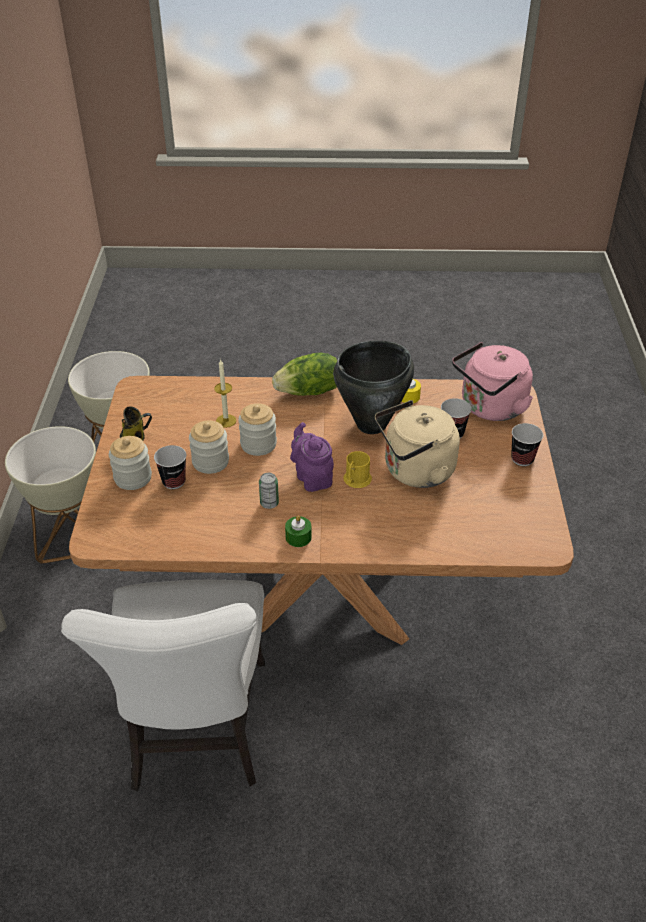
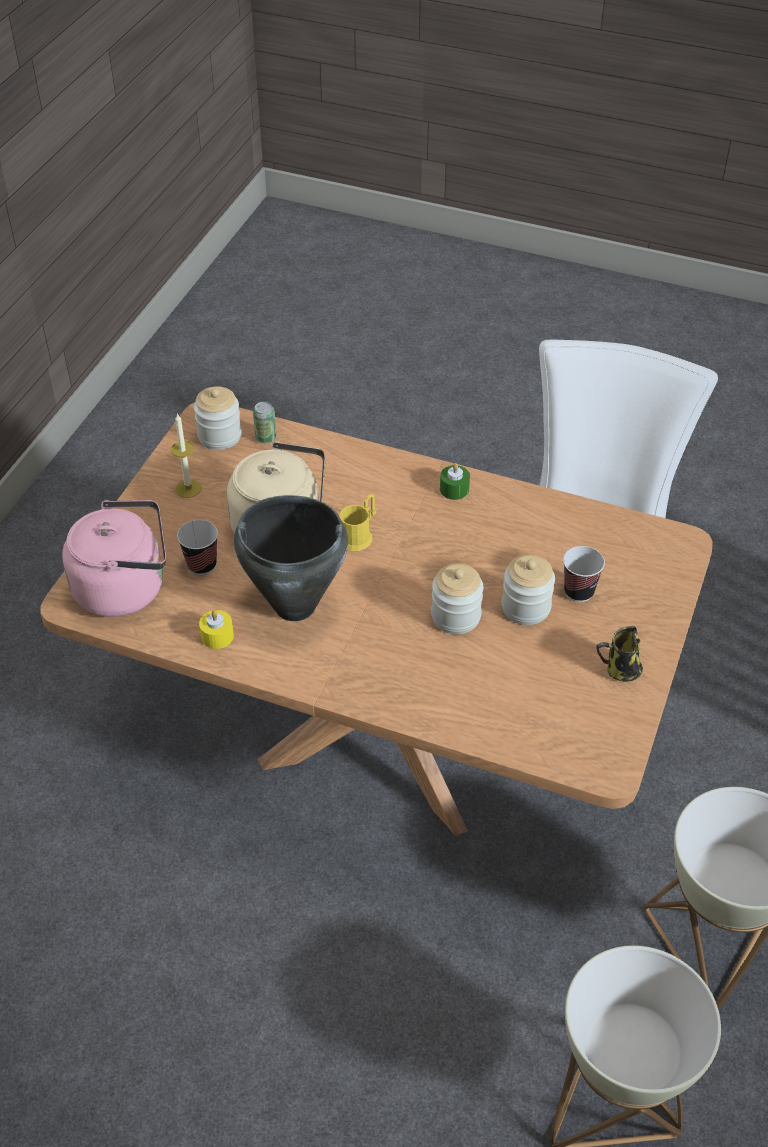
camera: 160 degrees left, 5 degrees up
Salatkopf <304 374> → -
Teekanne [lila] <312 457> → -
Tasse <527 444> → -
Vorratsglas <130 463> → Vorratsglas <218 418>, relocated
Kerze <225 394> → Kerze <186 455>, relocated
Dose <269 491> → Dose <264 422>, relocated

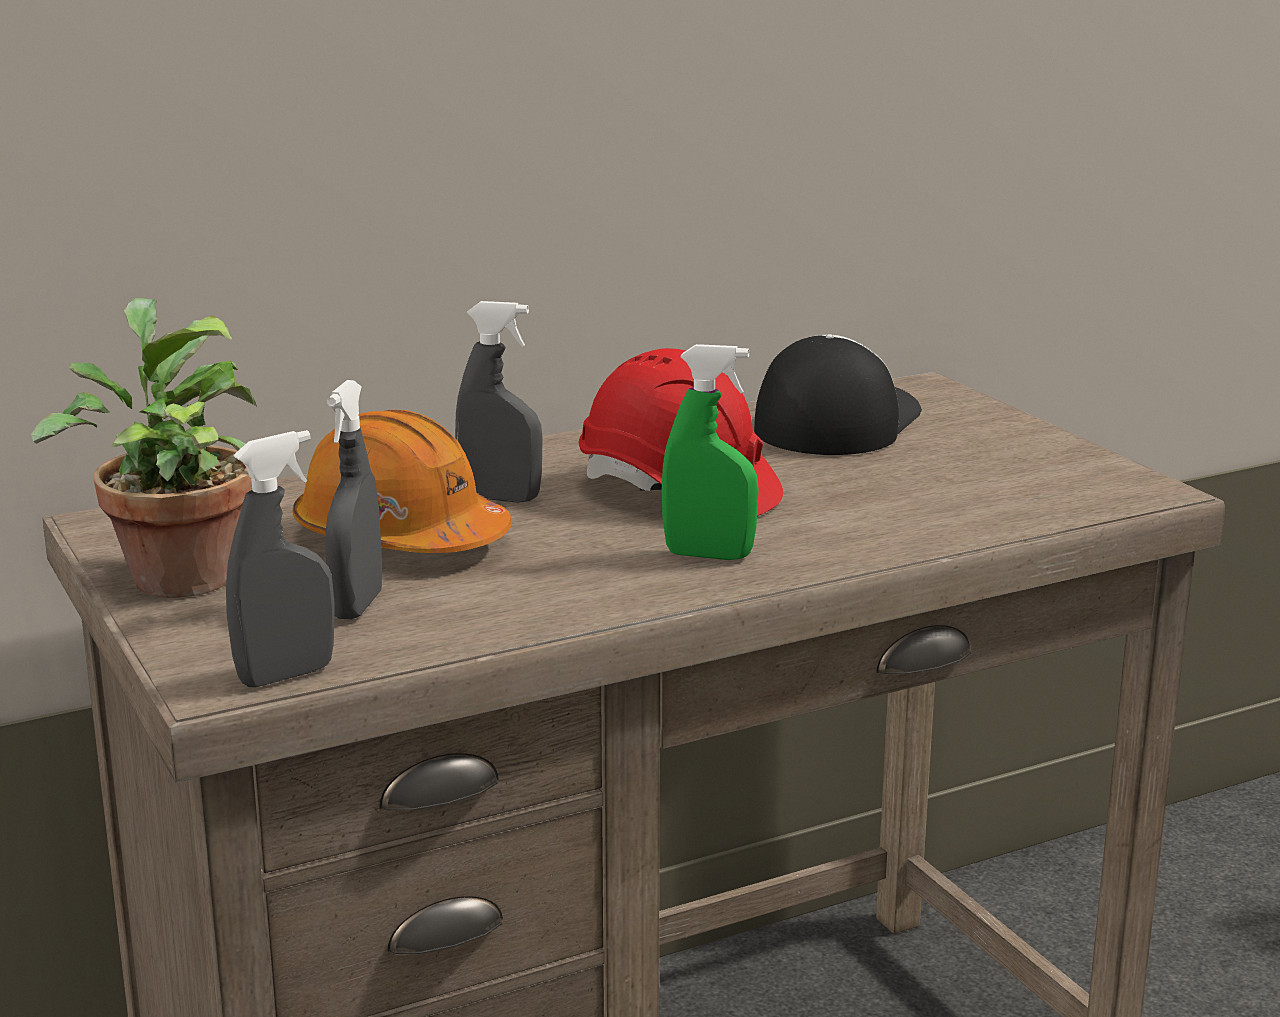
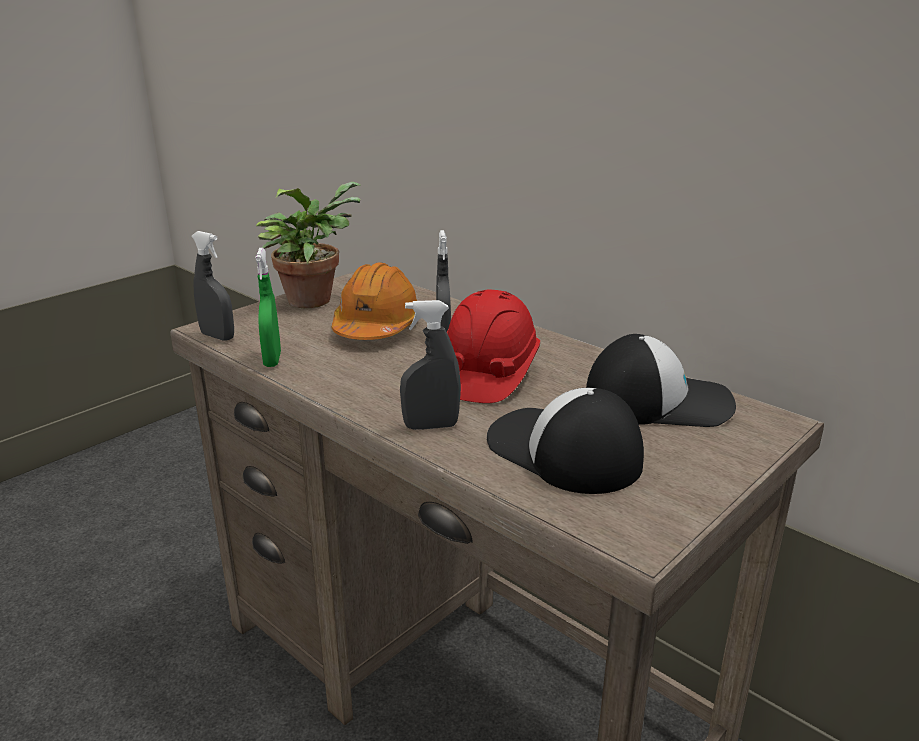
camera: 70 degrees right, 5 degrees up
- → Kappe <565 441>
Sprühflasche [grau] <353 500> → Sprühflasche [grau] <430 365>, relocated
Sprühflasche [grün] <710 452> → Sprühflasche [grün] <268 307>, relocated

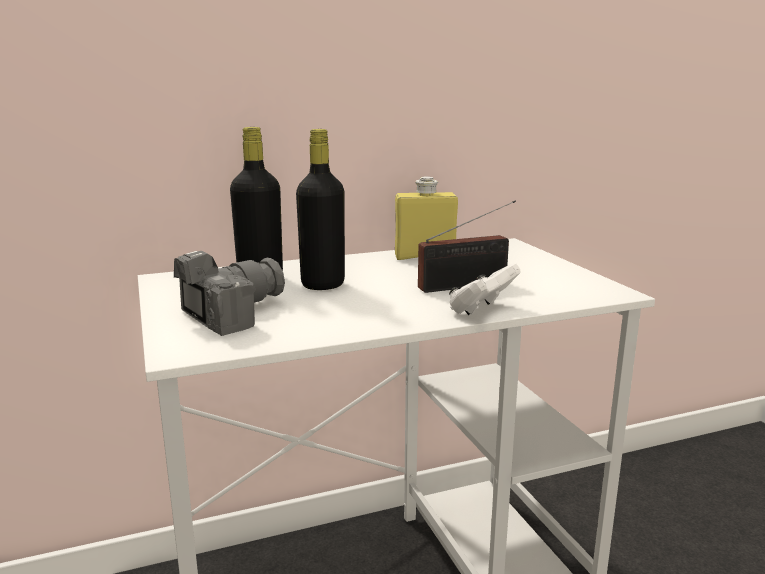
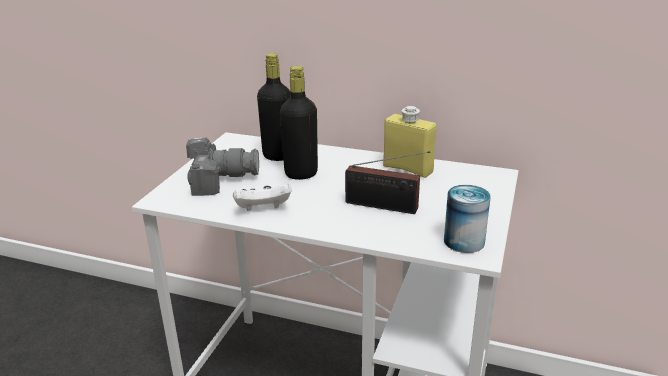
camera: 40 degrees right, 10 degrees up
- → Dose <467 219>
Gamepad [weiß] <485 289> → Gamepad [weiß] <262 197>, relocated

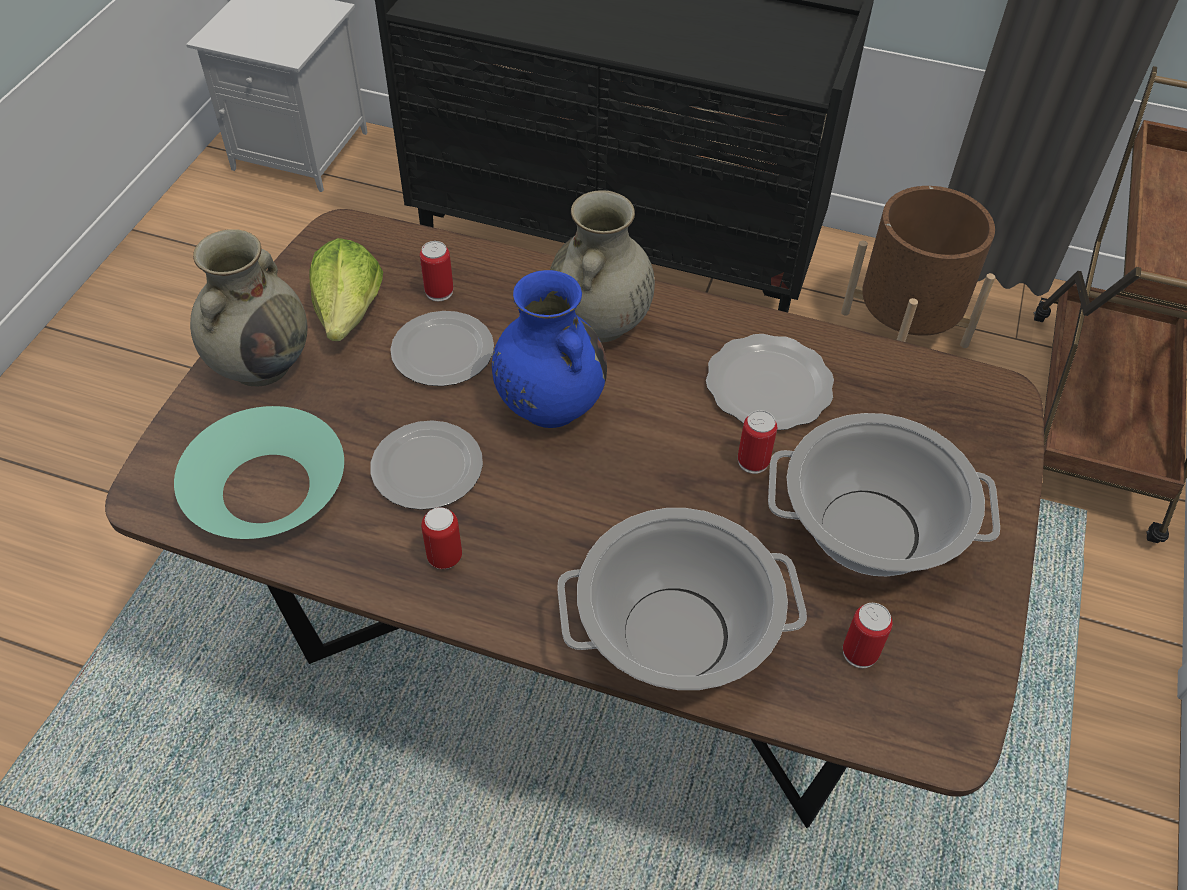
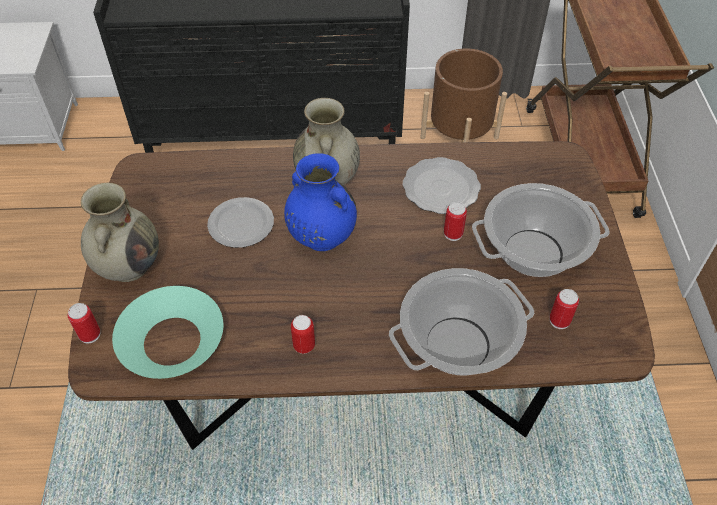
camera: 20 degrees left, 0 degrees up
Salatkopf <346 289> → -
Teller <426 465> → -
Dose <436 271> → Dose <84 323>, relocated

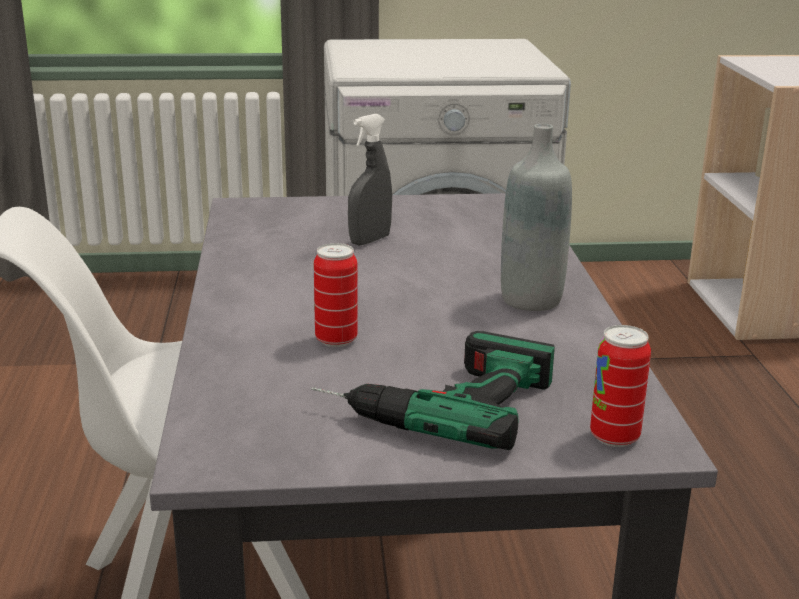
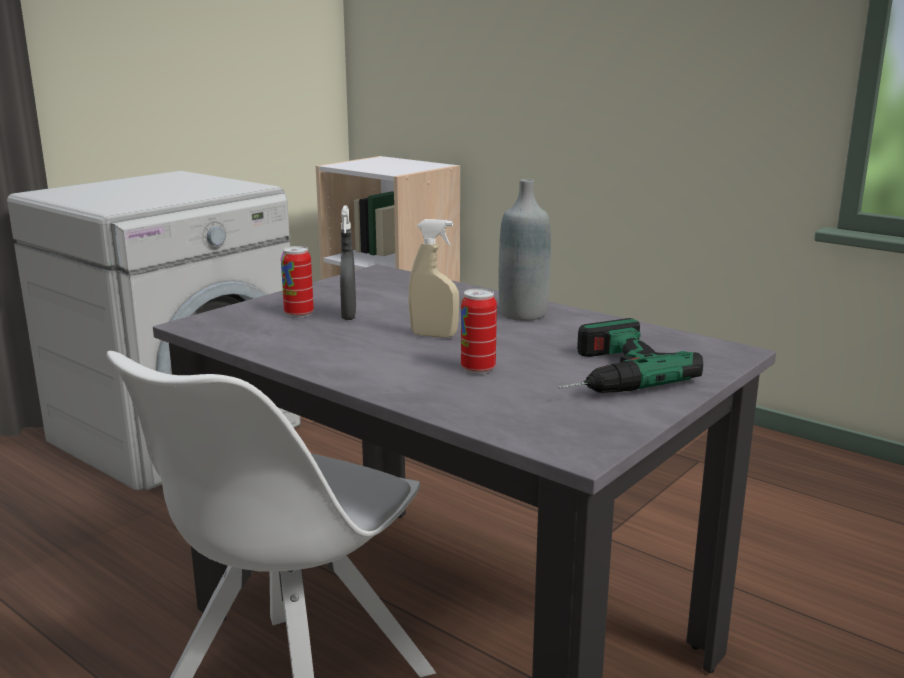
camera: 45 degrees left, 5 degrees down
- → Sprühflasche [beige] <433 278>
Dose <620 386> → Dose <297 282>, relocated

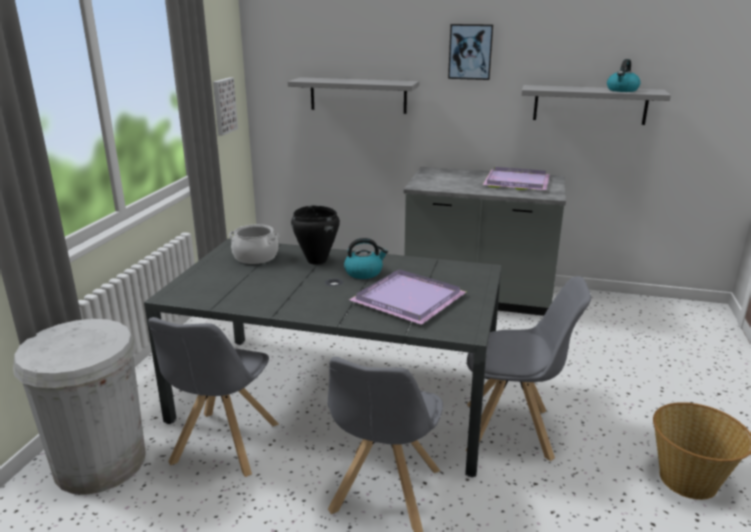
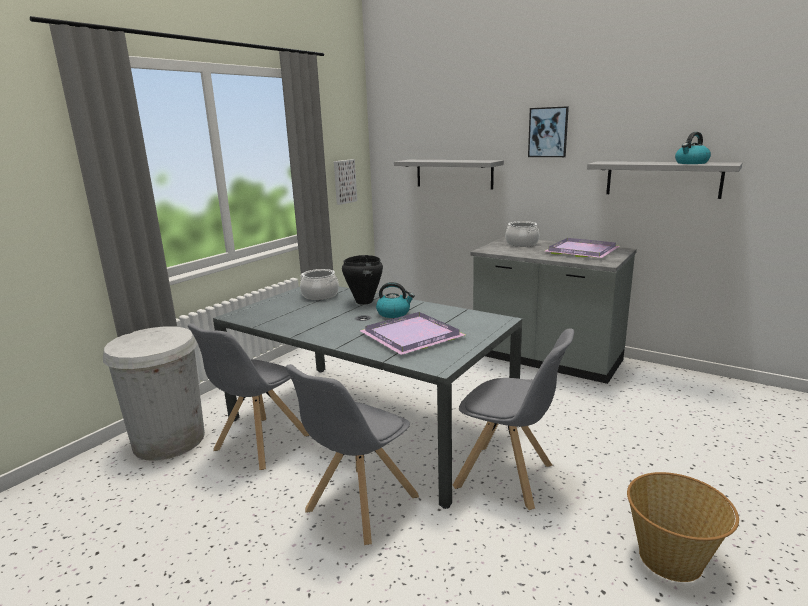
camera: 20 degrees right, 5 degrees down
- → Kochtopf <522 234>

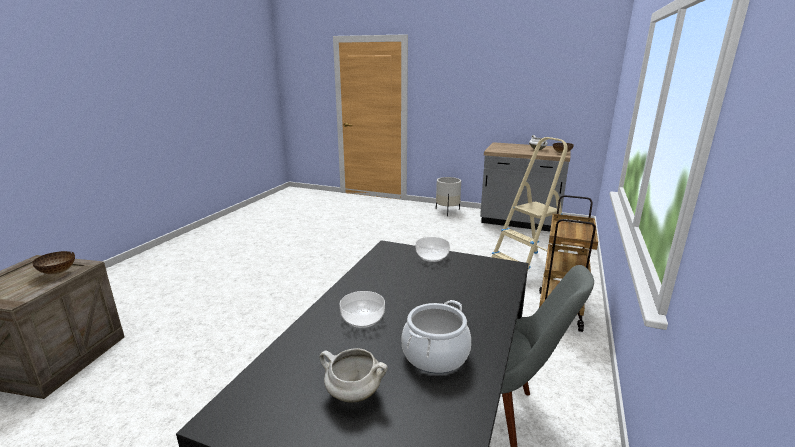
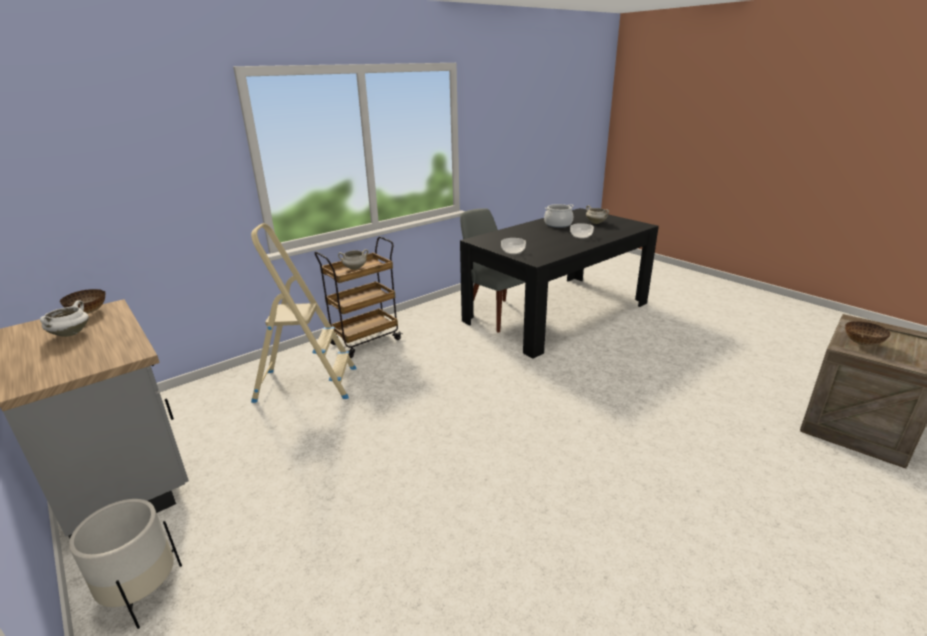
camera: 150 degrees left, 5 degrees up
- → Kochtopf [weiß] <353 259>

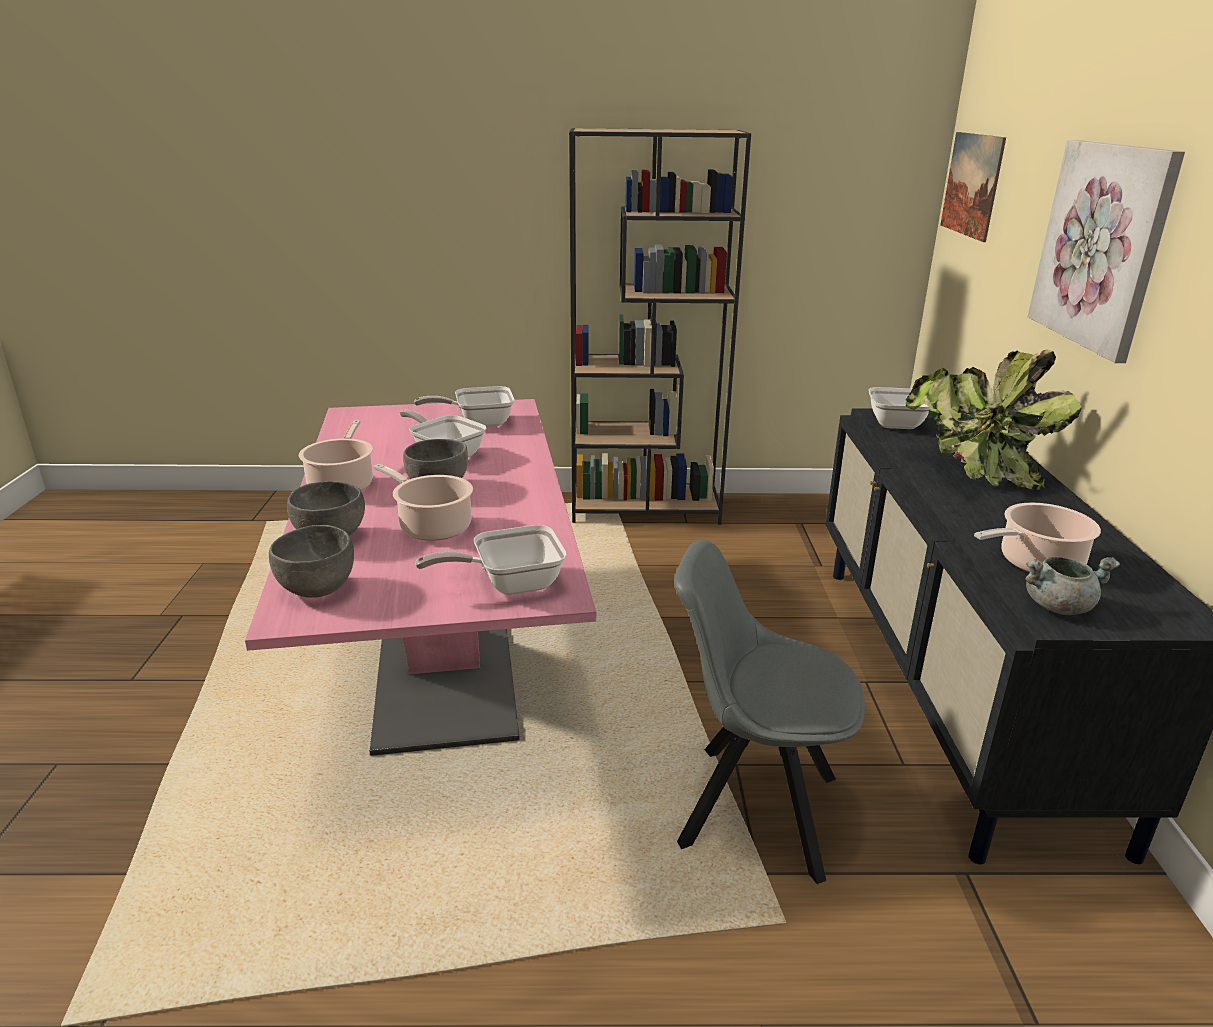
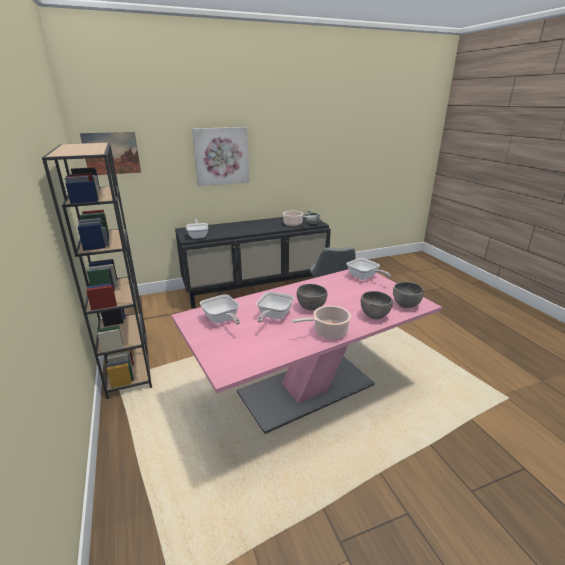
camera: 110 degrees left, 0 degrees up
Kochtopf <423 502> → -
Topfpflanze <994 420> → -

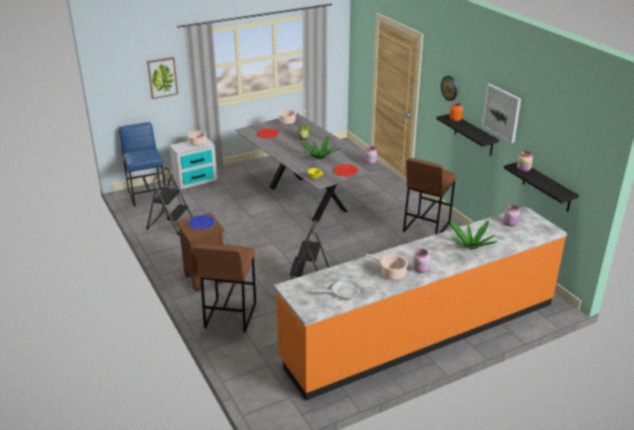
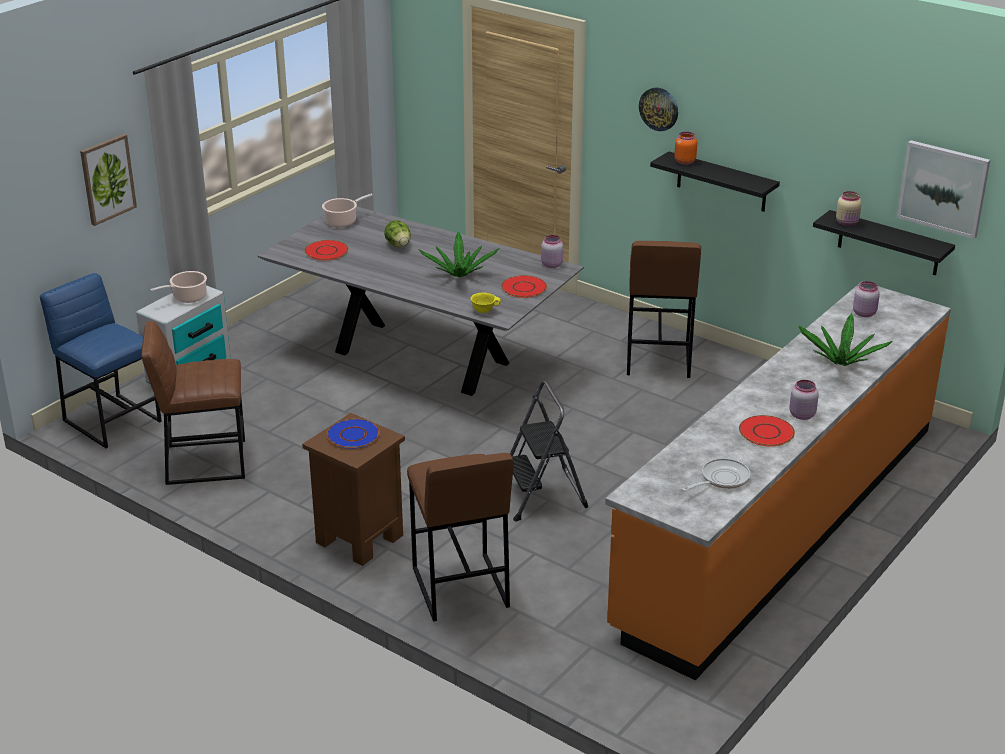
camera: 25 degrees left, 0 degrees up
Bild <501 113> → Bild <943 189>, relocated
Trittleiter [schwarz] <169 201> → Stuhl [braun] <193 403>
Kochtopf <387 267> → Teller [rot] <767 430>

